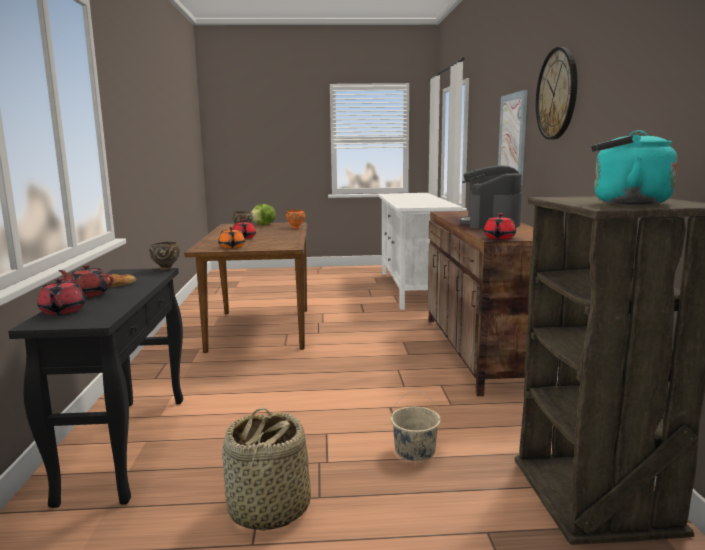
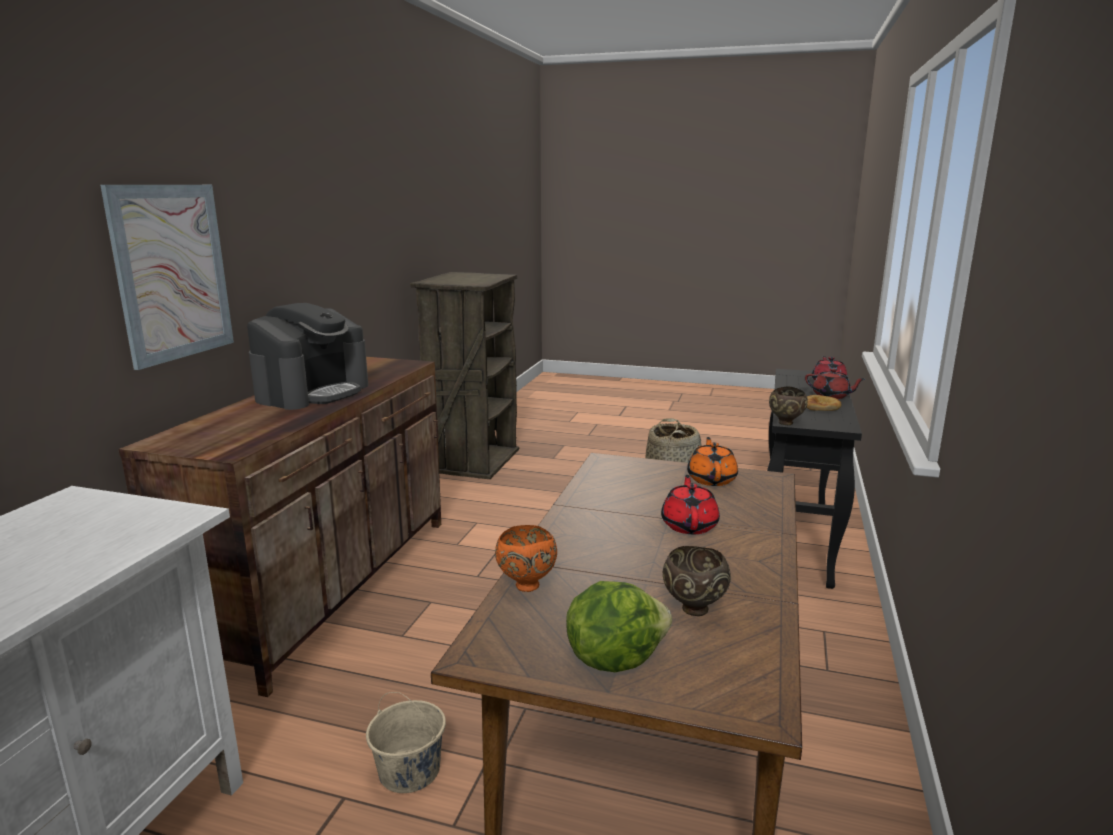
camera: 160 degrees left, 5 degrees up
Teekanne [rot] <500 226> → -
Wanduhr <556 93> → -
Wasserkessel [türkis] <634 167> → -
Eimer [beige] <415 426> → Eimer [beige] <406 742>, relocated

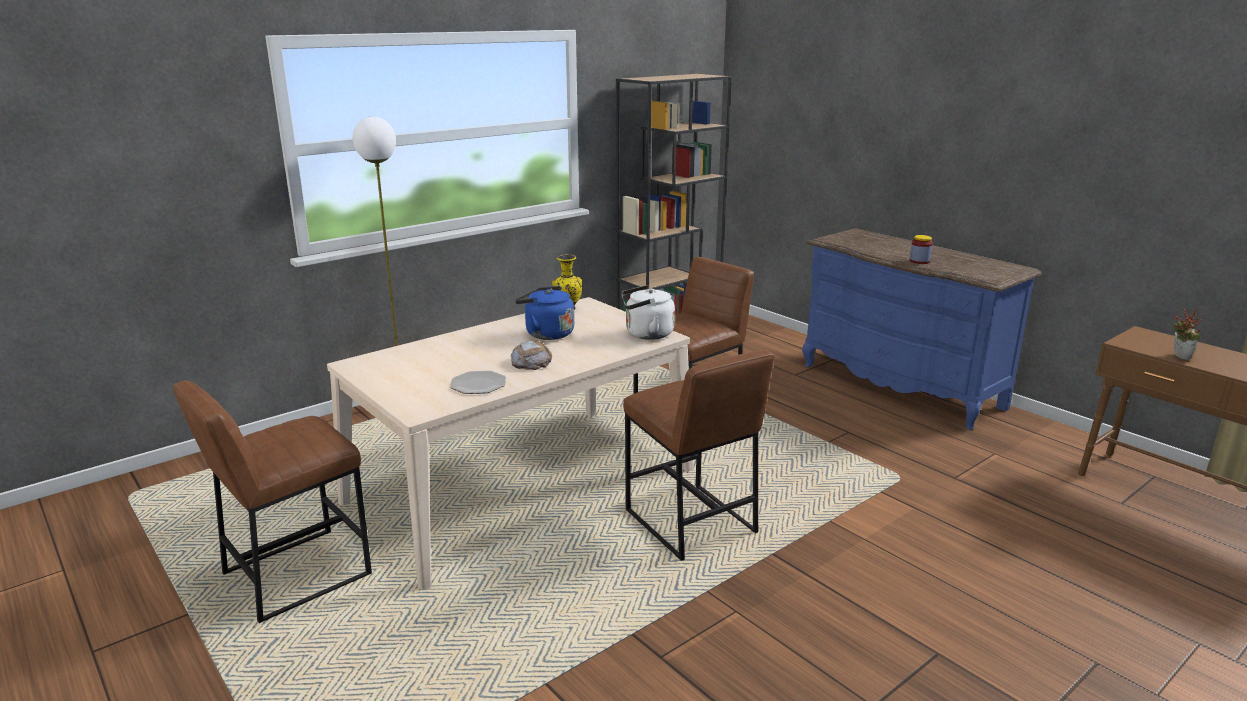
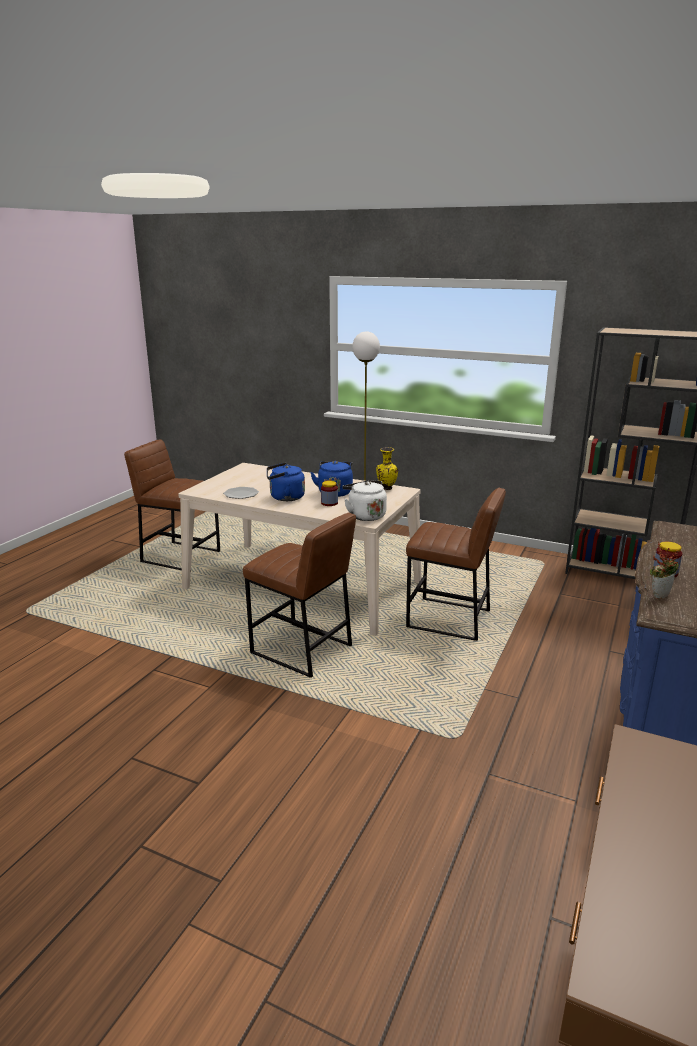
camera: 65 degrees right, 0 degrees up
- → Vorratsglas <329 493>
Topfpflanze <1187 334> → Topfpflanze <664 570>, relocated
Brot <531 355> → Wasserkessel [blau] <286 481>
Stuhl [braun] <698 455> → Stuhl [braun] <299 595>, 90 degrees counterclockwise

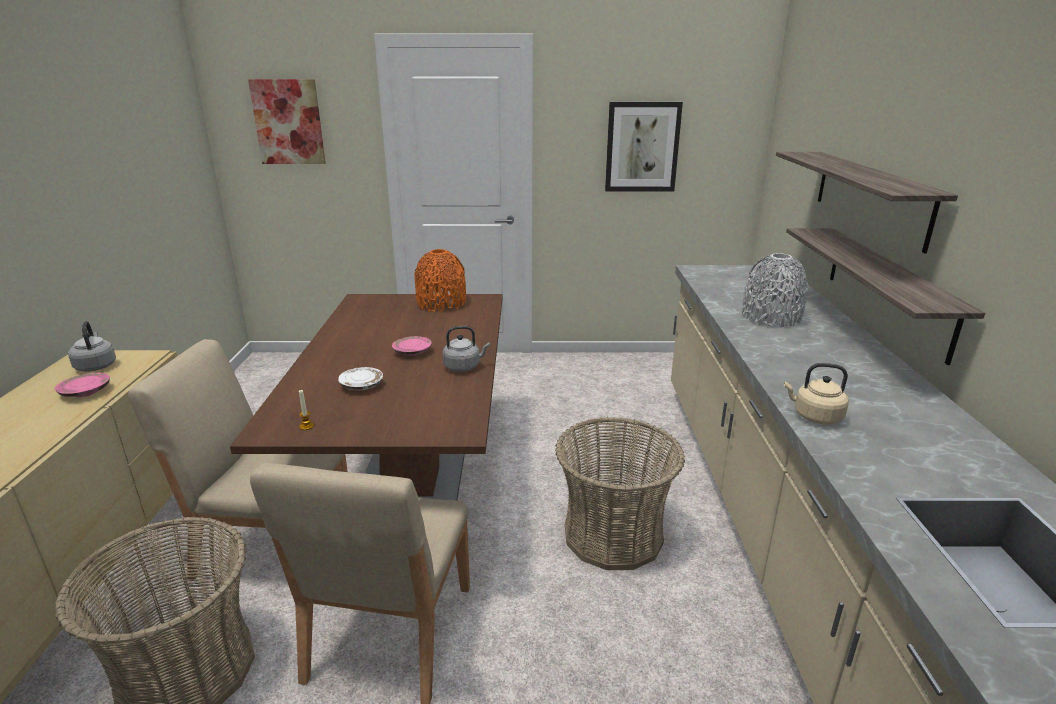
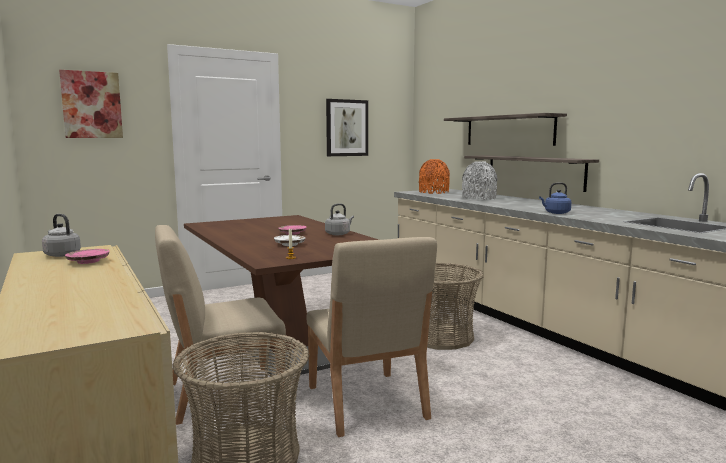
camera: 30 degrees left, 15 degrees down
Vase [orange] <440 280> → Vase [orange] <434 176>, relocated
Wasserkessel [beige] <816 394> → Wasserkessel [blau] <555 198>

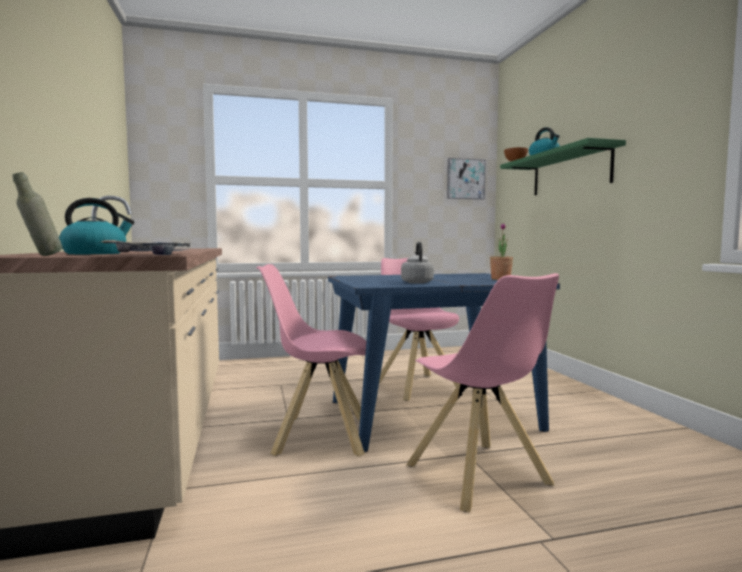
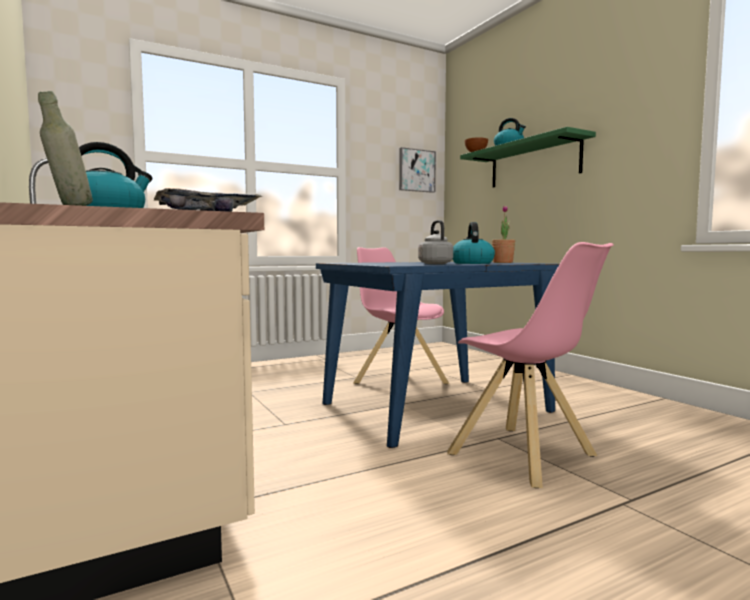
camera: 15 degrees left, 0 degrees up
Stuhl [rosa] <311 360> → -
- → Wasserkessel <474 243>

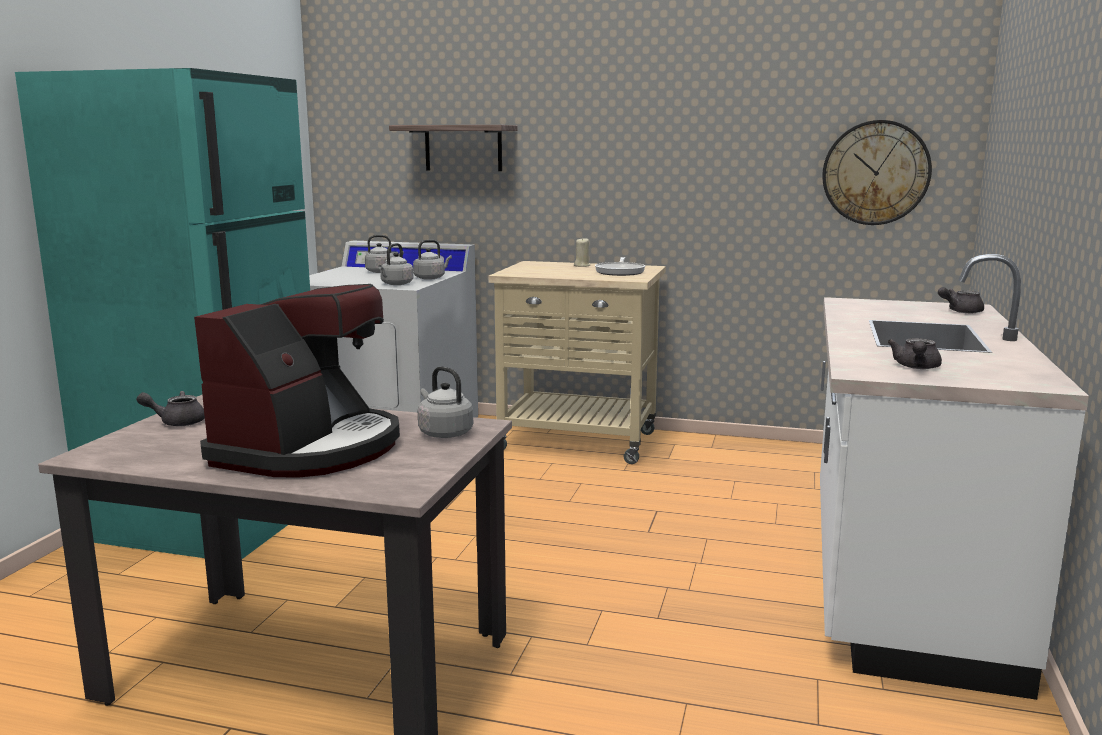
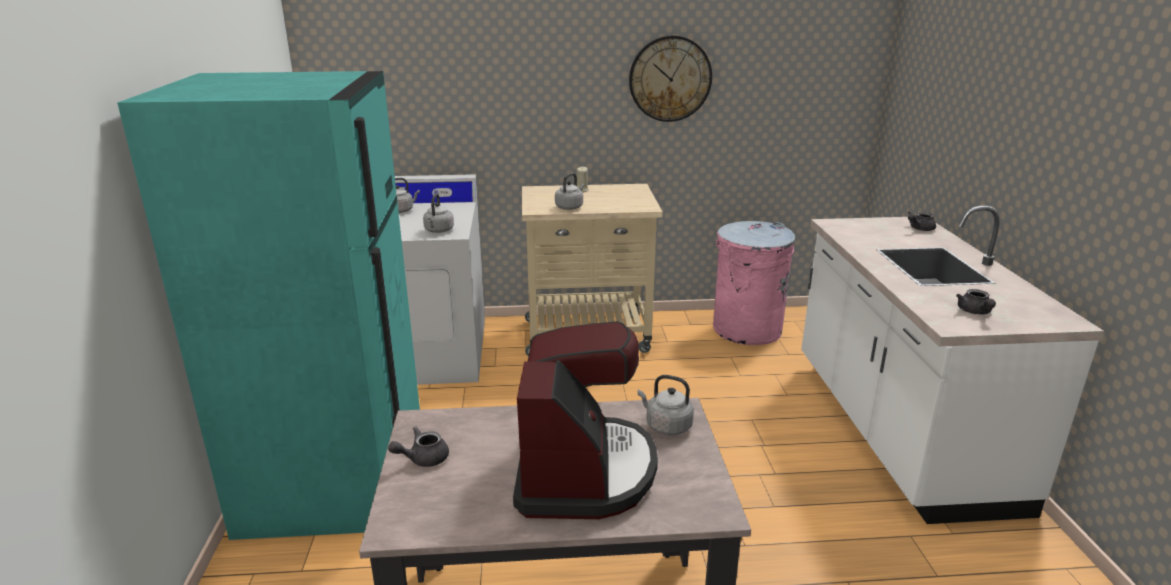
camera: 20 degrees left, 10 degrees up
Wandregal <453 148> → -
Pfanne <620 266> → -
- → Mülleimer [rosa] <754 283>
Wasserkessel [grau] <432 260> → Wasserkessel [grau] <569 191>, relocated
Wanduhr <877 172> → Wanduhr <670 78>, relocated

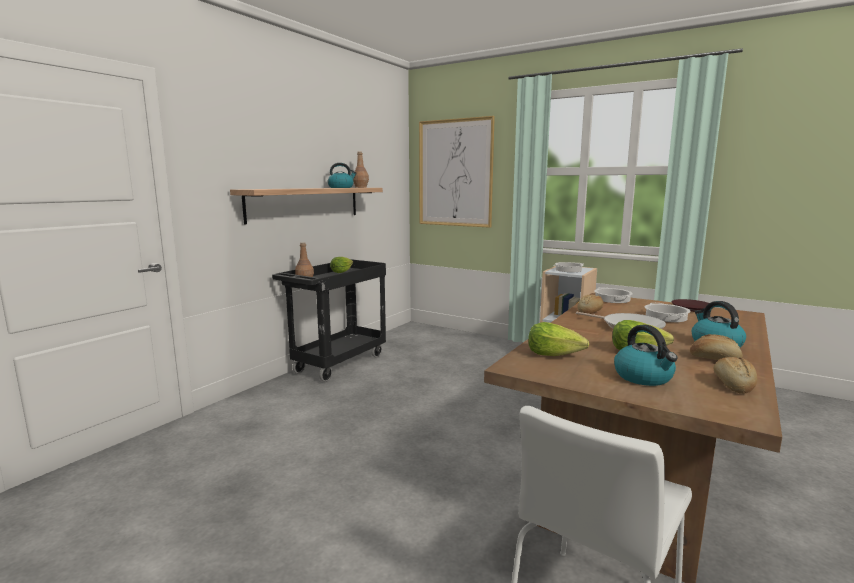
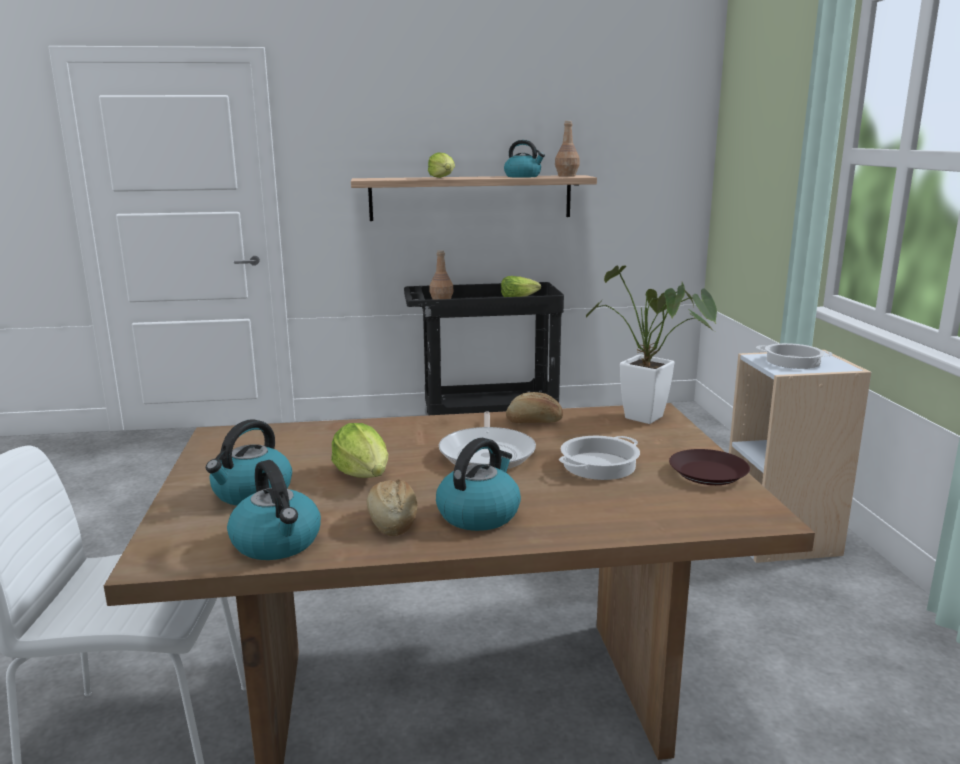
camera: 50 degrees right, 5 degrees up
Bild <457 172> → -
Salatkopf <558 339> → Salatkopf <441 165>, relocated
Kochtopf <613 295> → Topfpflanze <651 344>
Brot <735 375> → Wasserkessel <274 510>

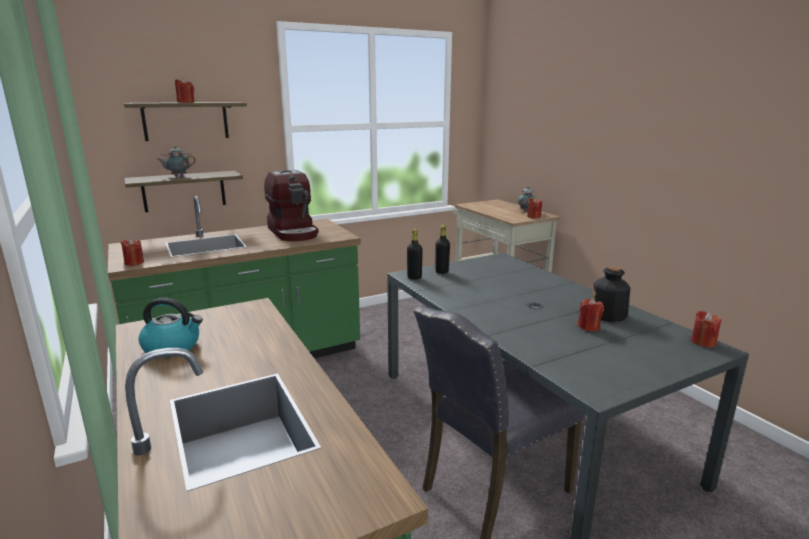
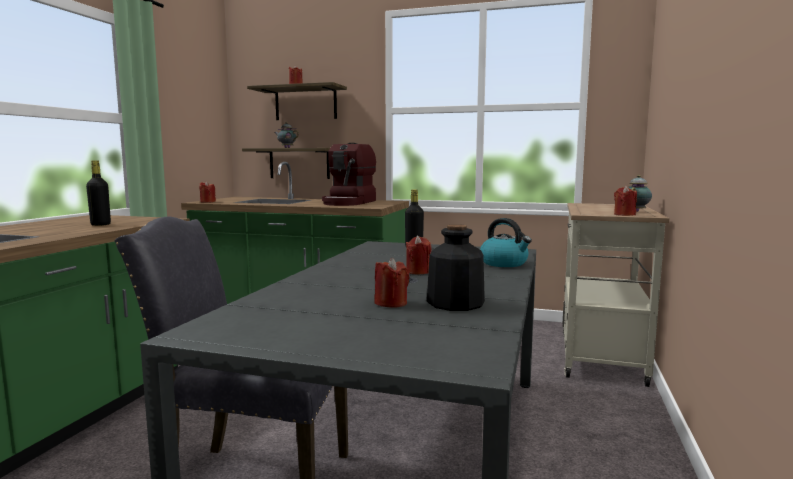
camera: 45 degrees right, 10 degrees down
Wasserkessel <170 327> → Wasserkessel <506 242>, relocated
Flasche [schwarz] <415 254> → Flasche [schwarz] <98 193>, relocated
Kerze [rot] <706 329> → Kerze [rot] <419 255>, relocated

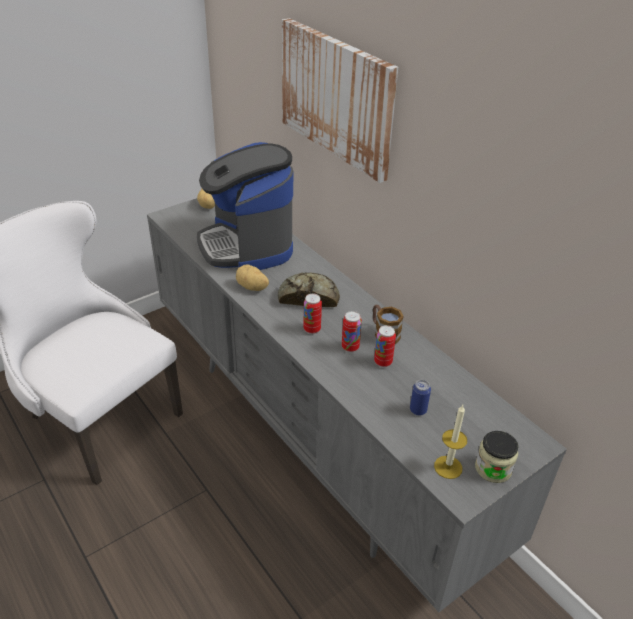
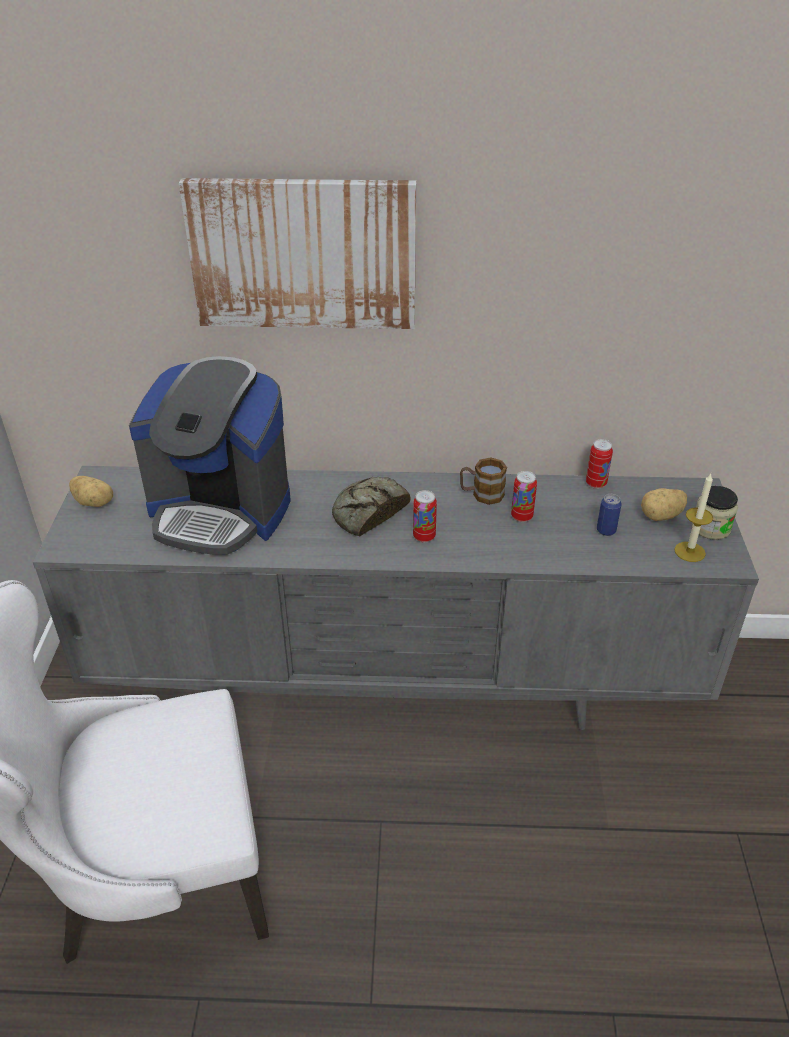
camera: 50 degrees left, 0 degrees up
Kartoffel <252 277> → Kartoffel <664 504>, relocated
Dose <352 331> → Dose <599 464>, relocated

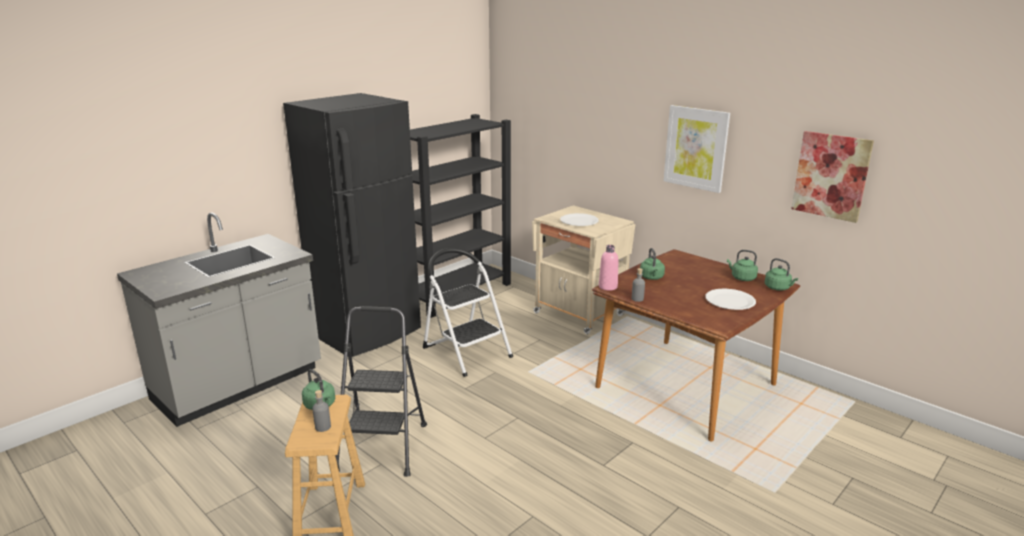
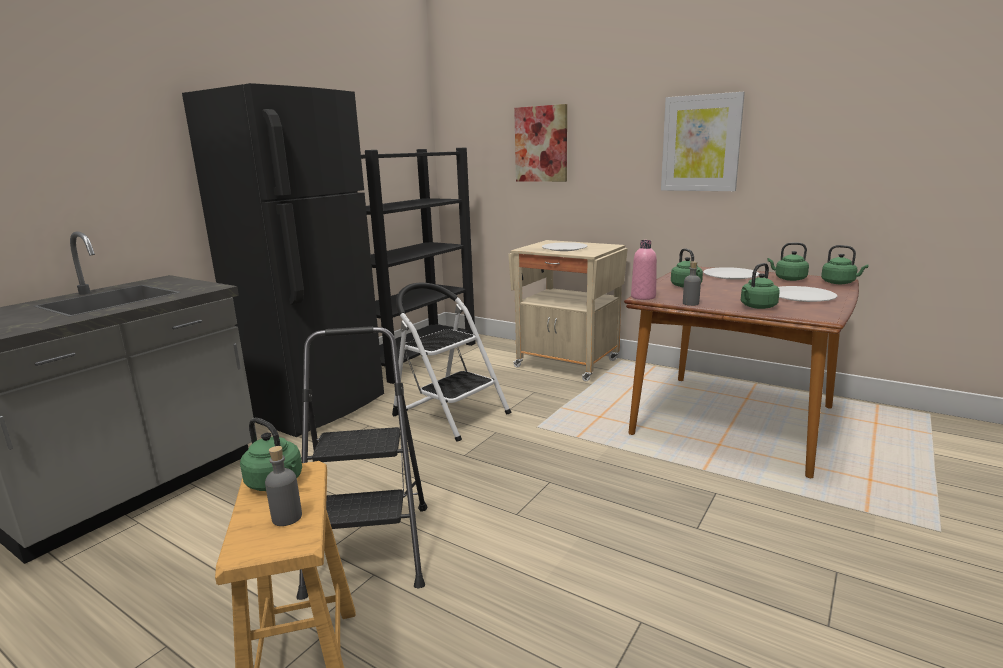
camera: 10 degrees left, 5 degrees down
- → Teller [weiß] <731 273>
- → Wasserkessel [grün] <760 286>
Bild <832 177> → Bild <540 143>, relocated

